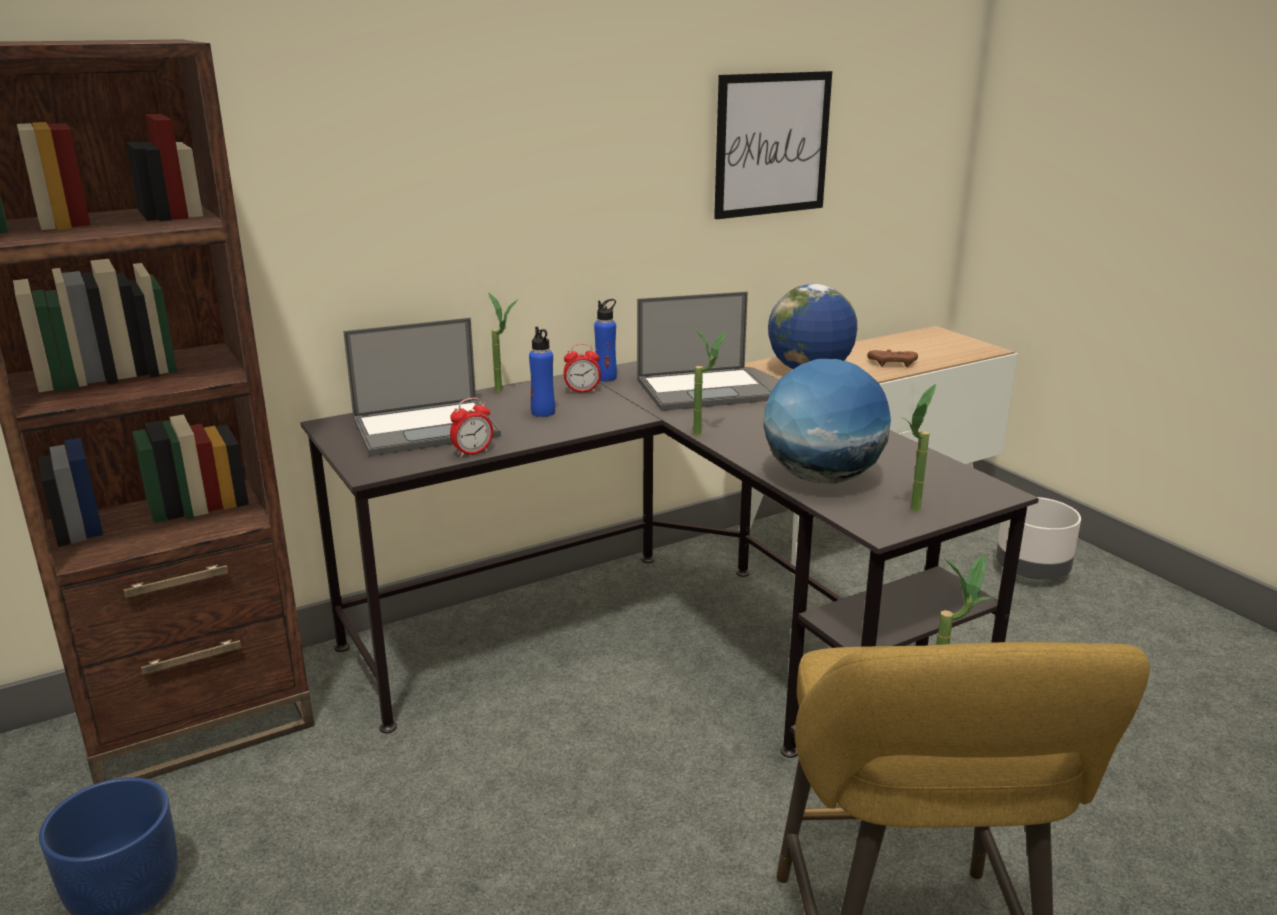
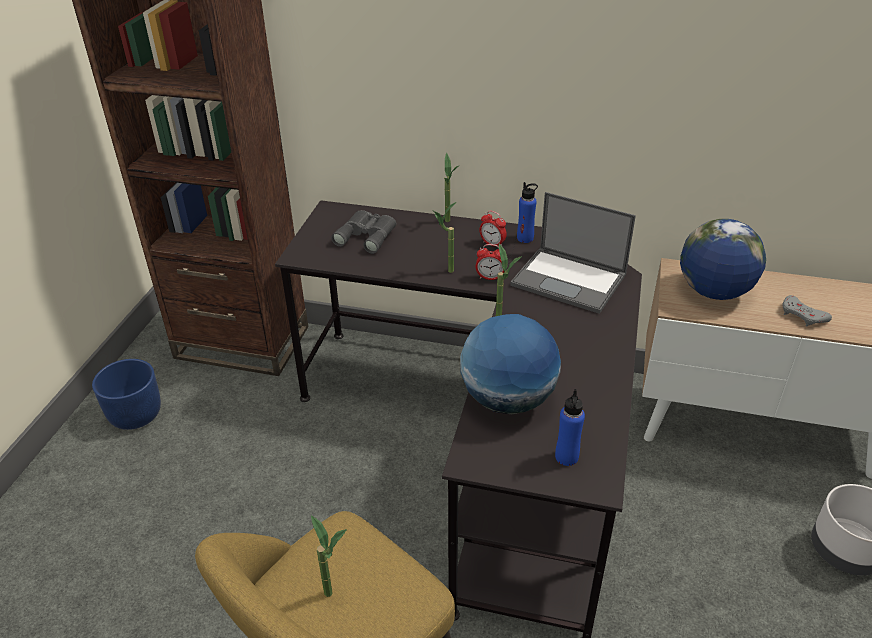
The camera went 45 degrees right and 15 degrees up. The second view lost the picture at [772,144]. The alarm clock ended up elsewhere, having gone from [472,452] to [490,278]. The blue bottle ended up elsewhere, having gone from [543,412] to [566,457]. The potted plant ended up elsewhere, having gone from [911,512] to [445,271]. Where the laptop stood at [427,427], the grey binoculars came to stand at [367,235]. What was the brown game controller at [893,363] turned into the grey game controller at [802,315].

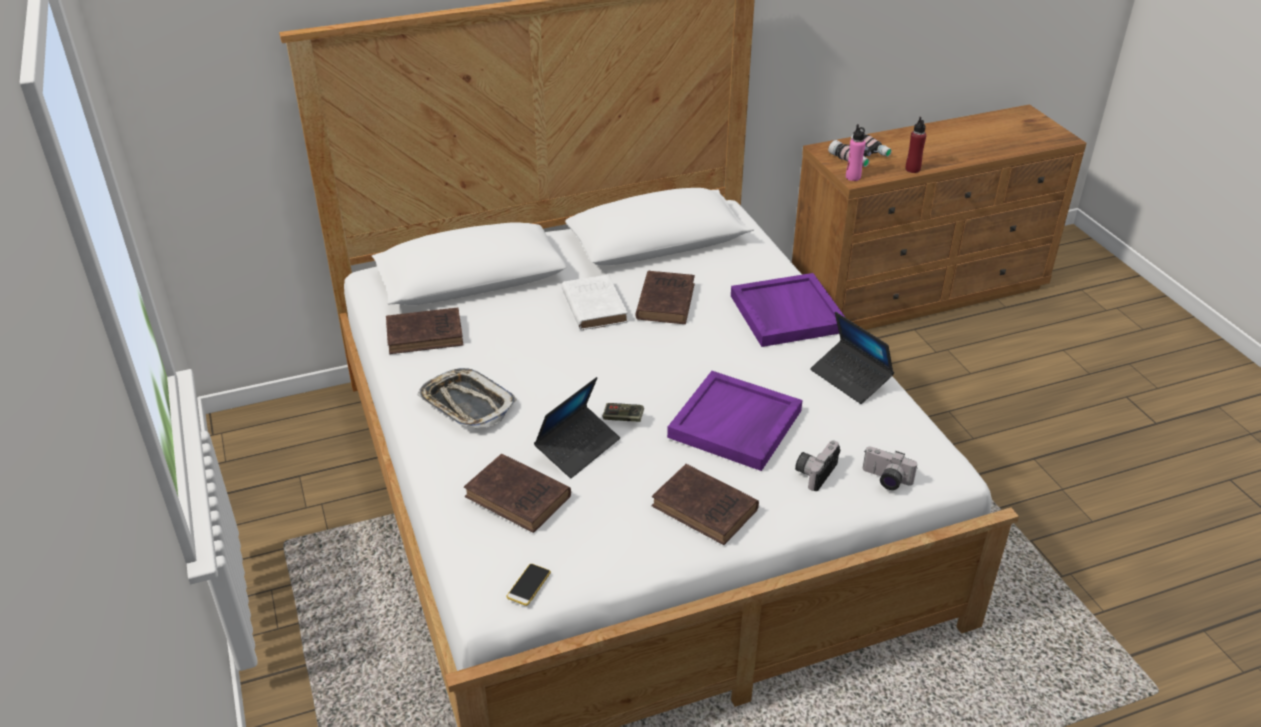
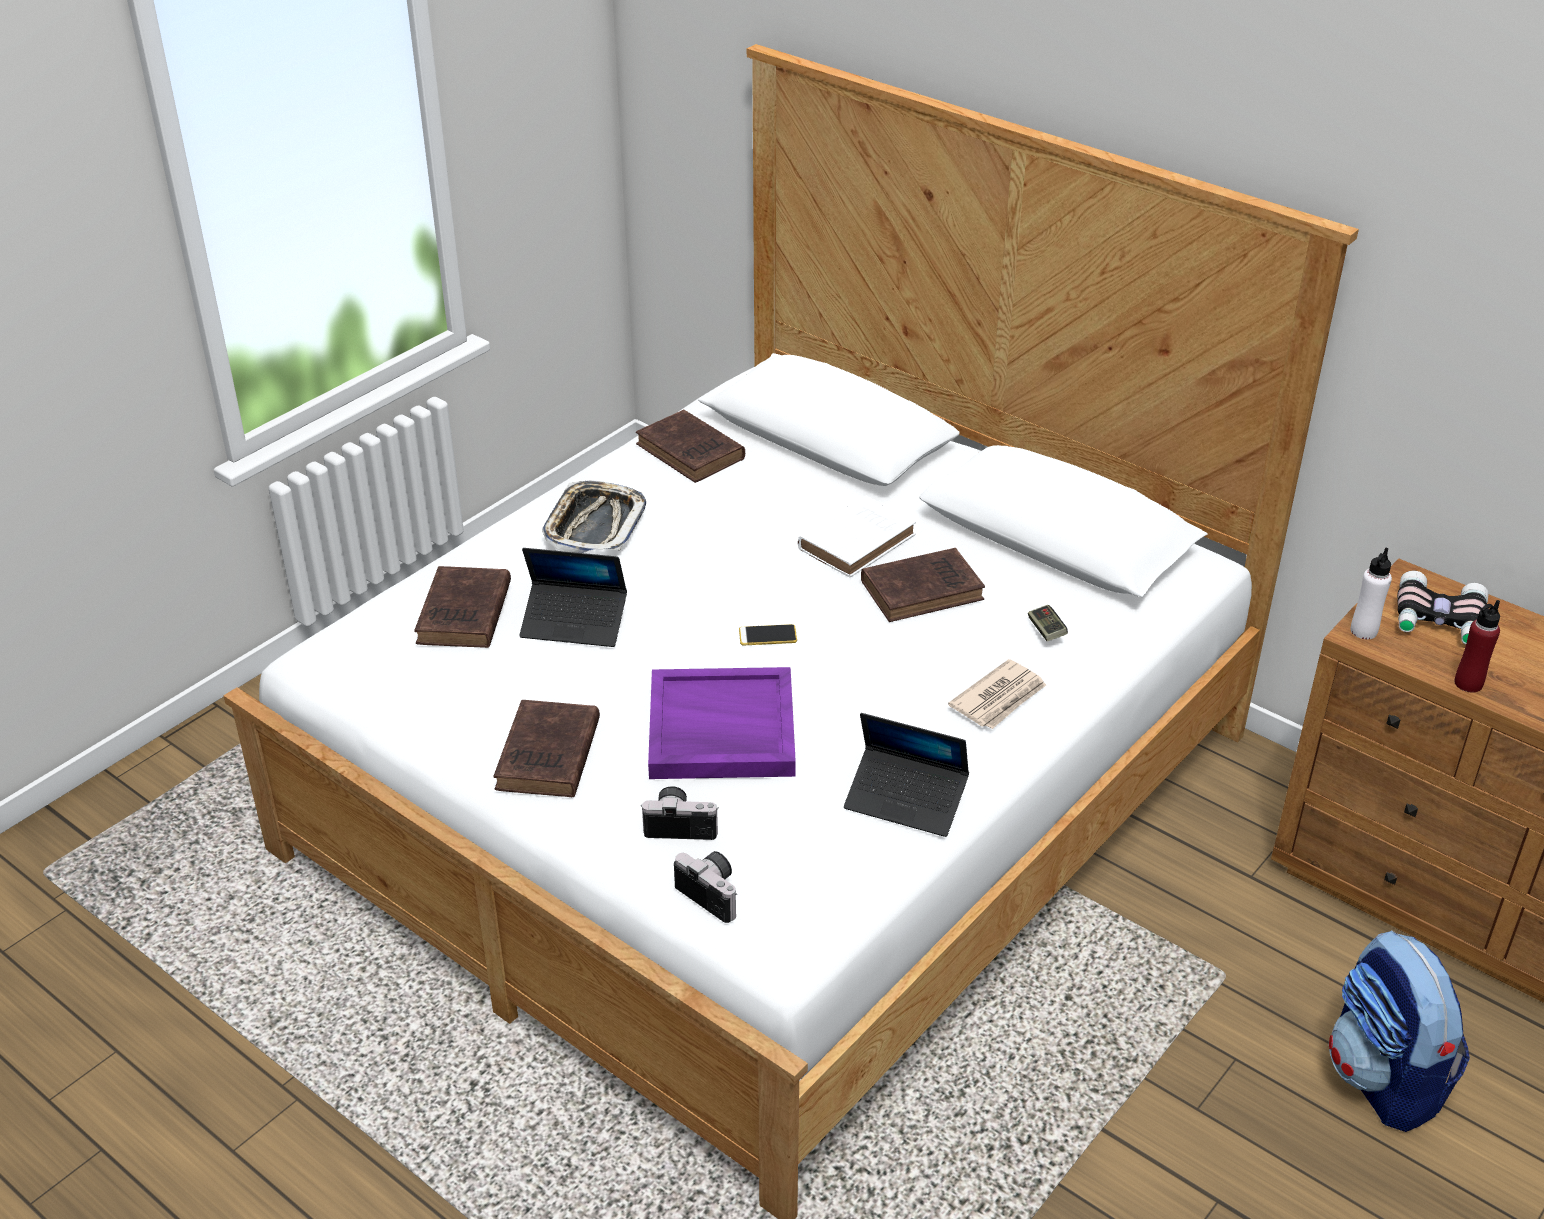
The camera went 60 degrees right and 0 degrees up. The second view gained the backpack at [1384,1080]. The phone ended up elsewhere, having gone from [528,585] to [767,636]. The game controller ended up elsewhere, having gone from [623,418] to [1046,630]. Where the purple tray stood at [786,313], the newspaper came to stand at [999,698]. What was the pink bottle at [853,177] turned into the white bottle at [1363,631]. The laptop at [850,378] ended up facing another way, 90 degrees counterclockwise from before. The photo camera at [885,480] ended up facing another way, 135 degrees clockwise from before.

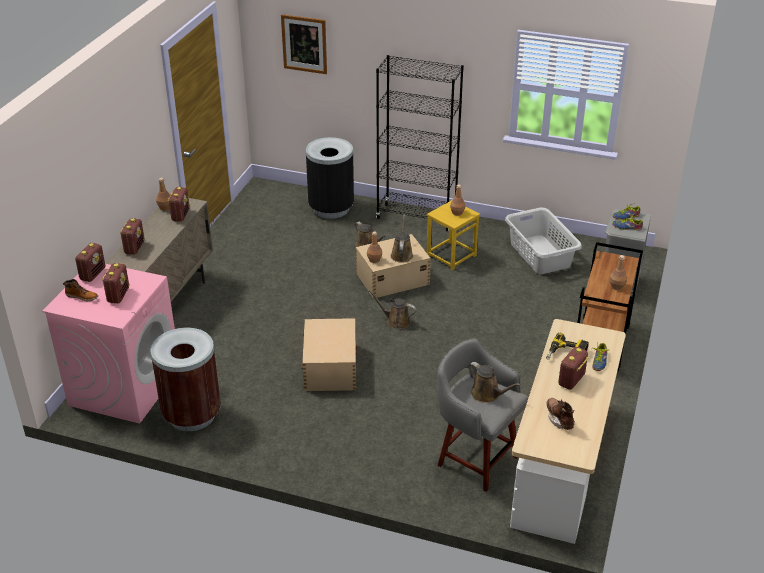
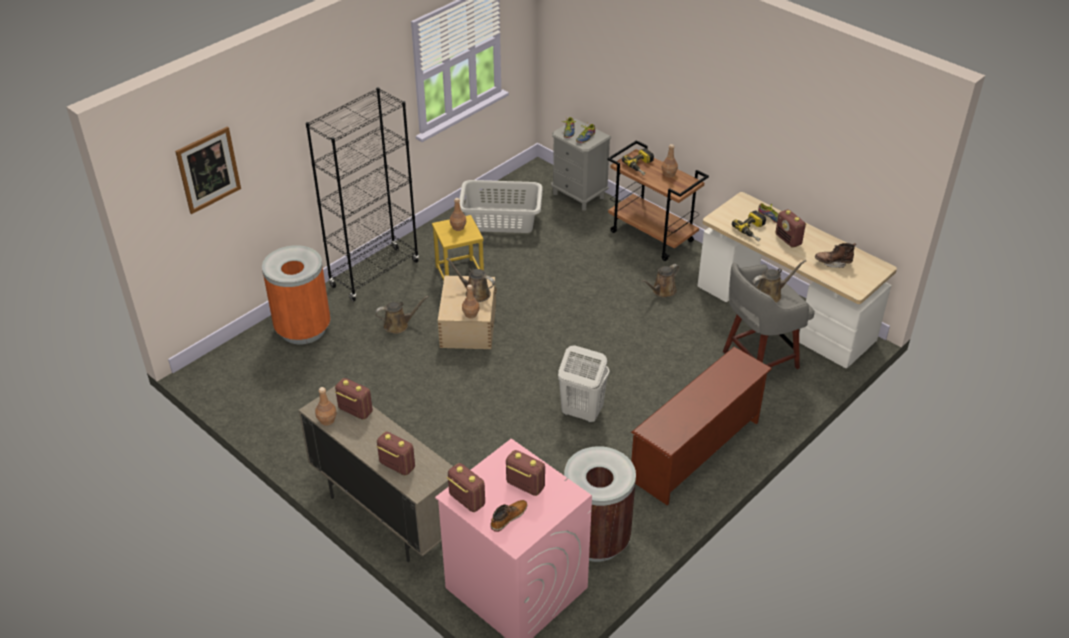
The camera went 65 degrees left and 5 degrees up. The second view gained the power drill at [641,166]. The second view gained the brown shoe rack at [697,452]. The brown watering can ended up elsewhere, having gone from [396,321] to [662,291]. Where the beige storage box stood at [330,367], the white laundry basket came to stand at [581,412]. What was the black trash can at [331,208] turned into the orange trash can at [303,329].

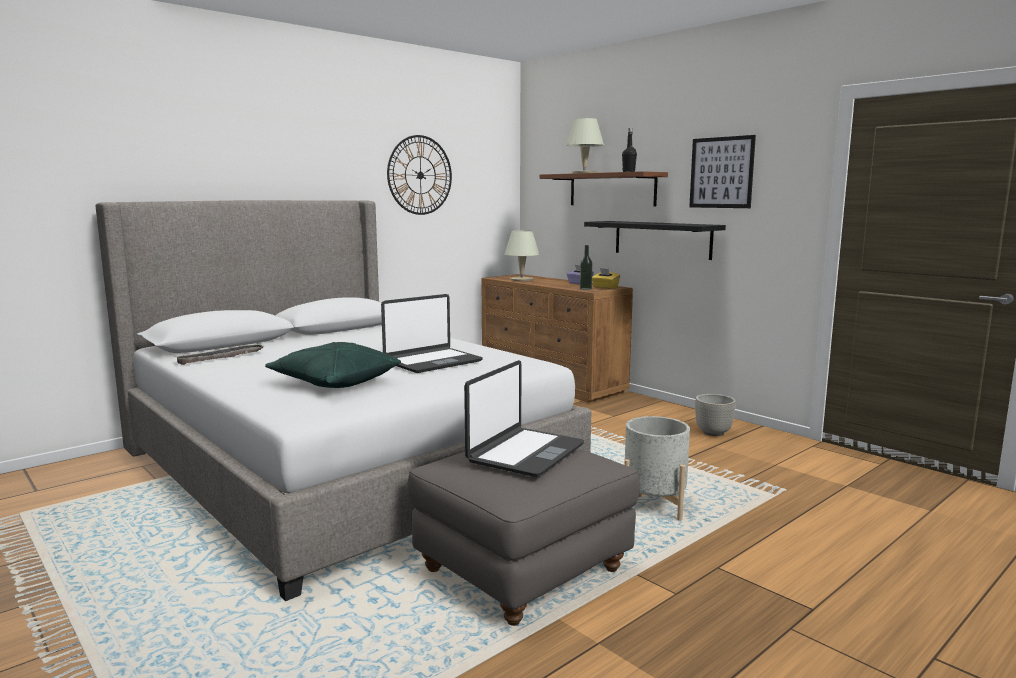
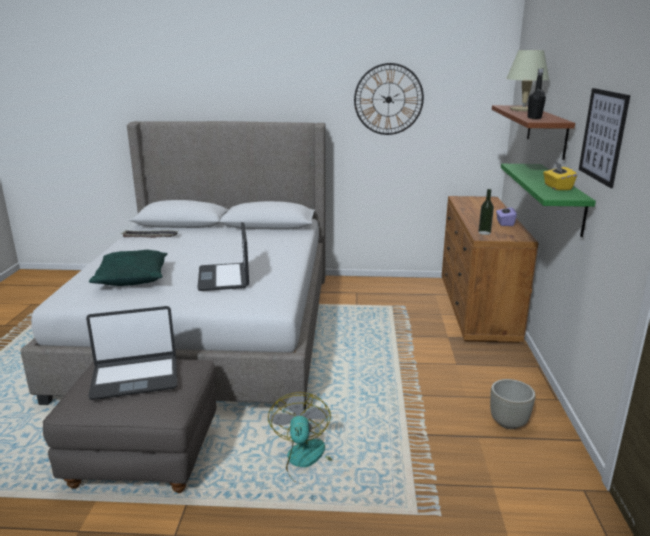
The camera went 45 degrees right and 10 degrees up. The second view lost the beige table lamp at [521,279]. The yellow tissue box ended up elsewhere, having gone from [605,288] to [557,187]. Where the grey planter stood at [654,506], the fan came to stand at [307,461]. What was the black shelf at [662,239] turned into the green shelf at [562,198]. The laptop at [432,362] ended up facing another way, 75 degrees clockwise from before.

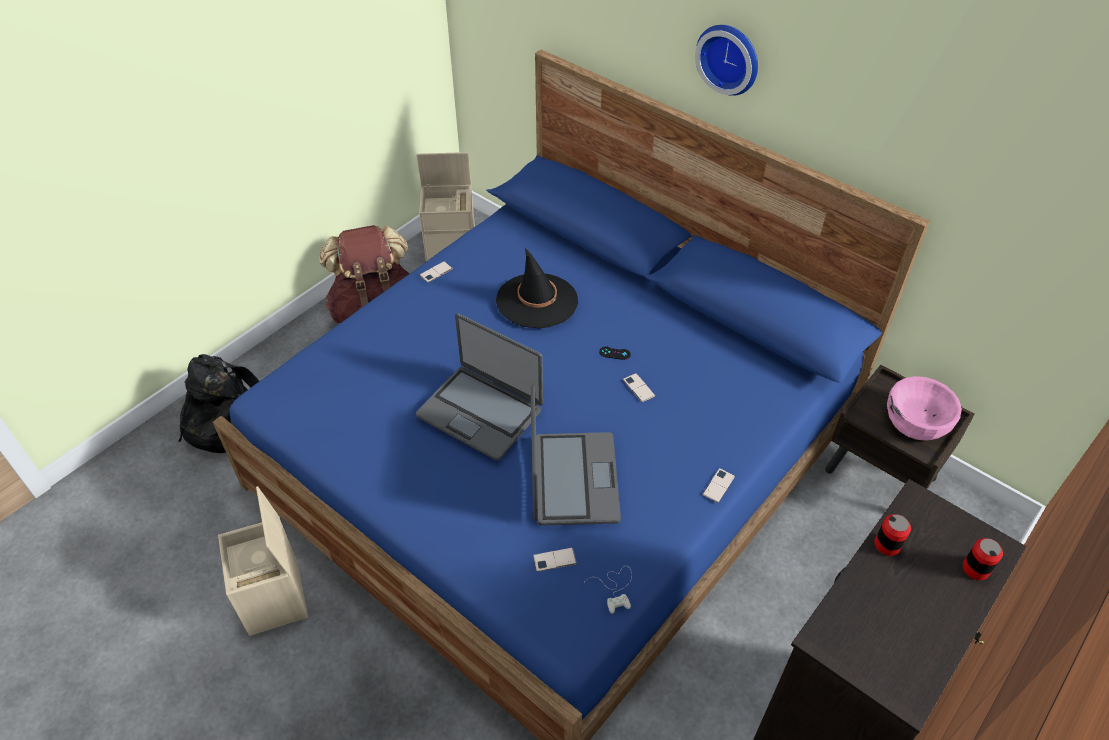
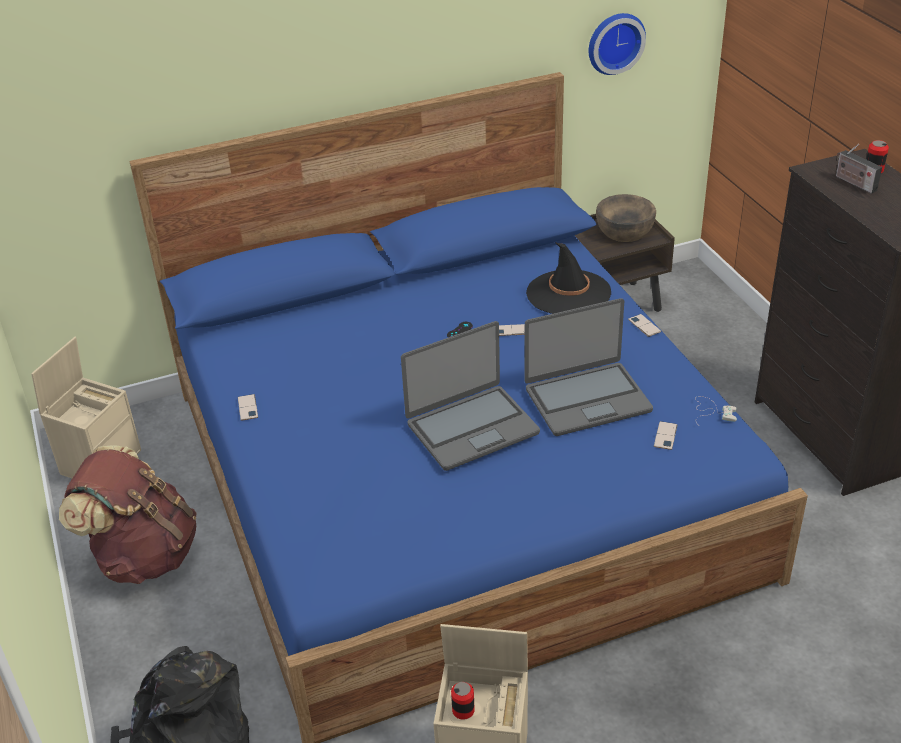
The camera went 60 degrees left and 10 degrees down. The second view gained the radio at [853,183]. The black hat ended up elsewhere, having gone from [537,301] to [568,293]. The wall clock ended up elsewhere, having gone from [730,58] to [614,42]. The can ended up elsewhere, having gone from [887,545] to [463,710]. What was the pink bowl at [916,421] turned into the brown bowl at [625,230]. The laptop at [573,479] ended up facing another way, 135 degrees clockwise from before.

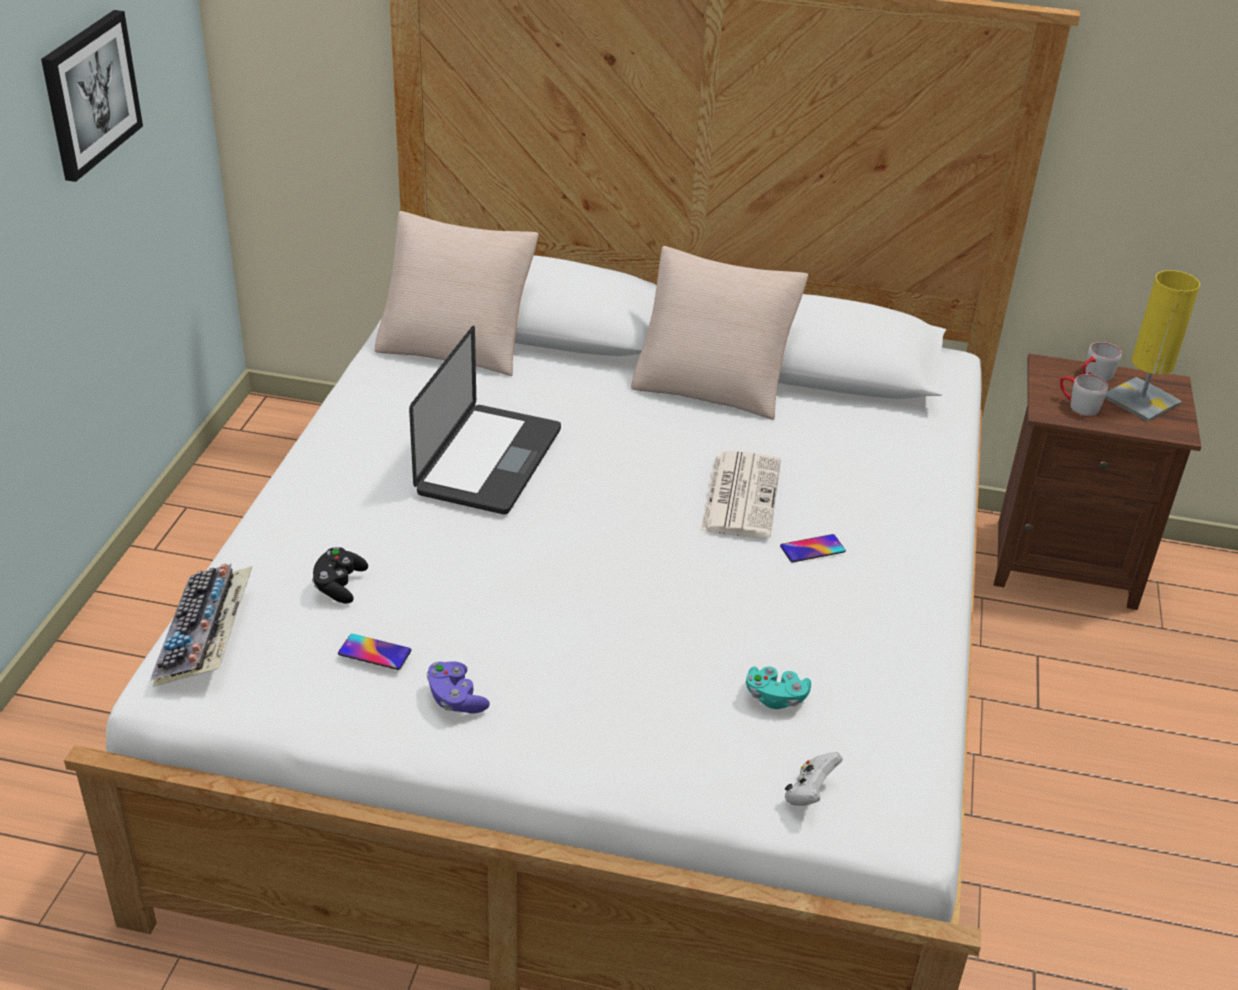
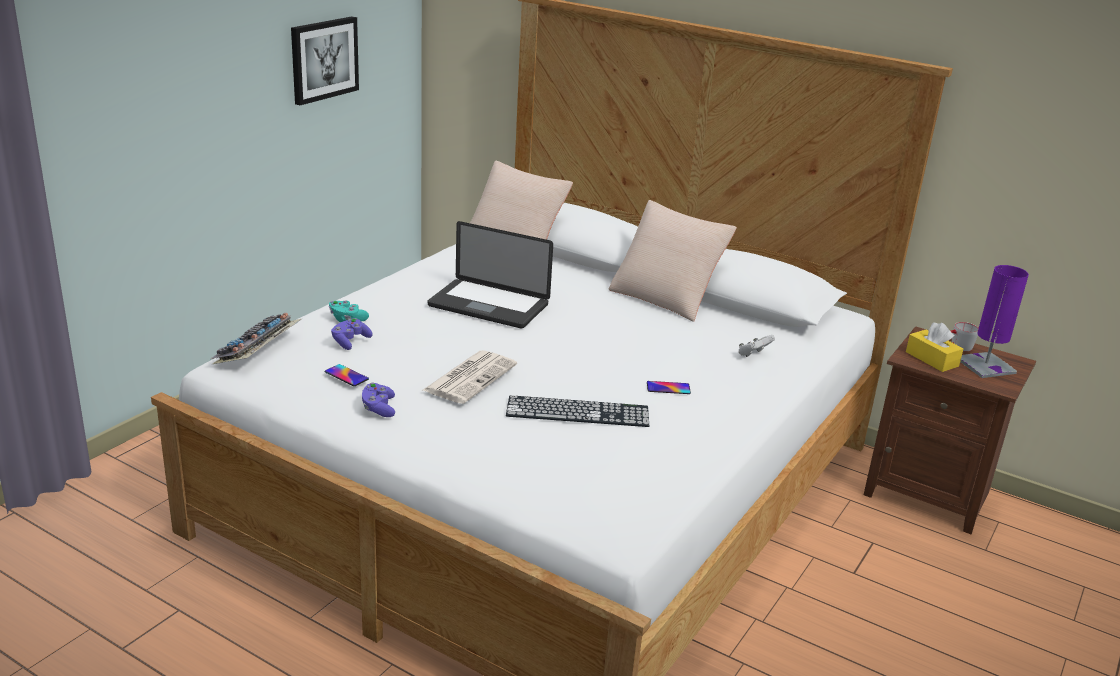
The camera went 20 degrees right and 10 degrees down. The second view gained the keyboard at [578,412]. The newspaper ended up elsewhere, having gone from [740,495] to [470,377]. The turquoise game controller ended up elsewhere, having gone from [775,697] to [347,319]. The white game controller ended up elsewhere, having gone from [809,793] to [753,354]. Where the grey mug stood at [1077,405], the yellow tissue box came to stand at [931,359]. What was the black game controller at [339,585] turned into the purple game controller at [350,341]. What was the yellow table lamp at [1141,400] turned into the purple table lamp at [985,366]. The laptop at [489,461] ended up facing another way, 75 degrees clockwise from before.

